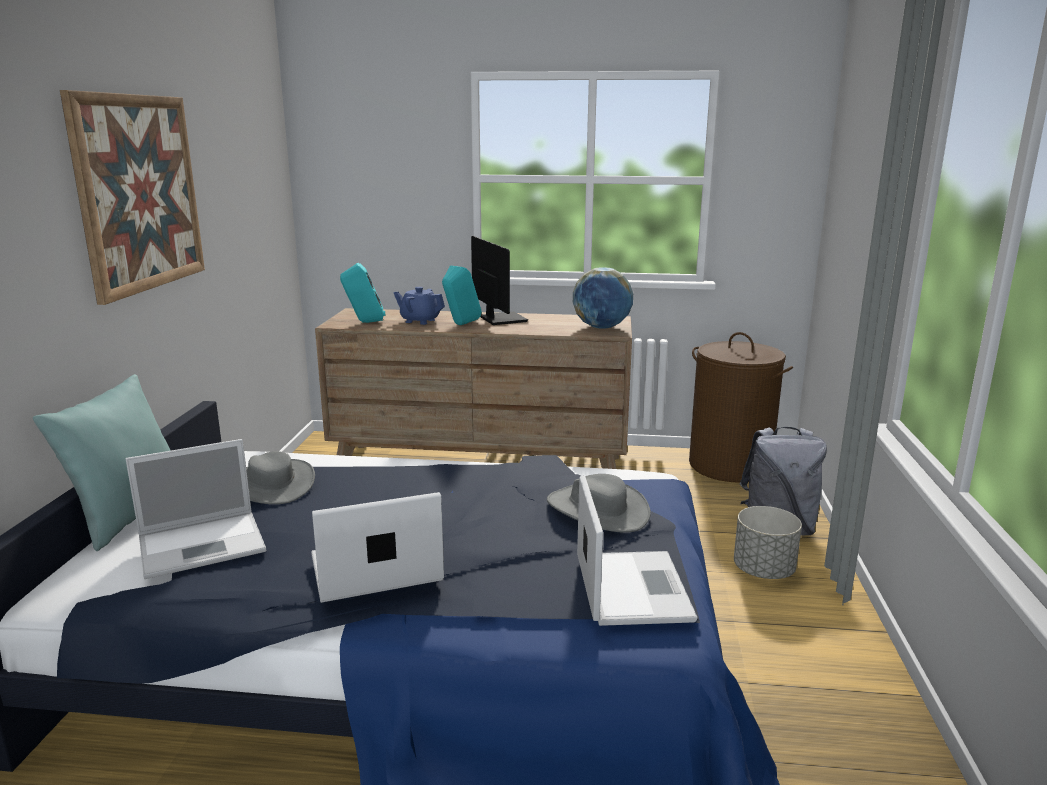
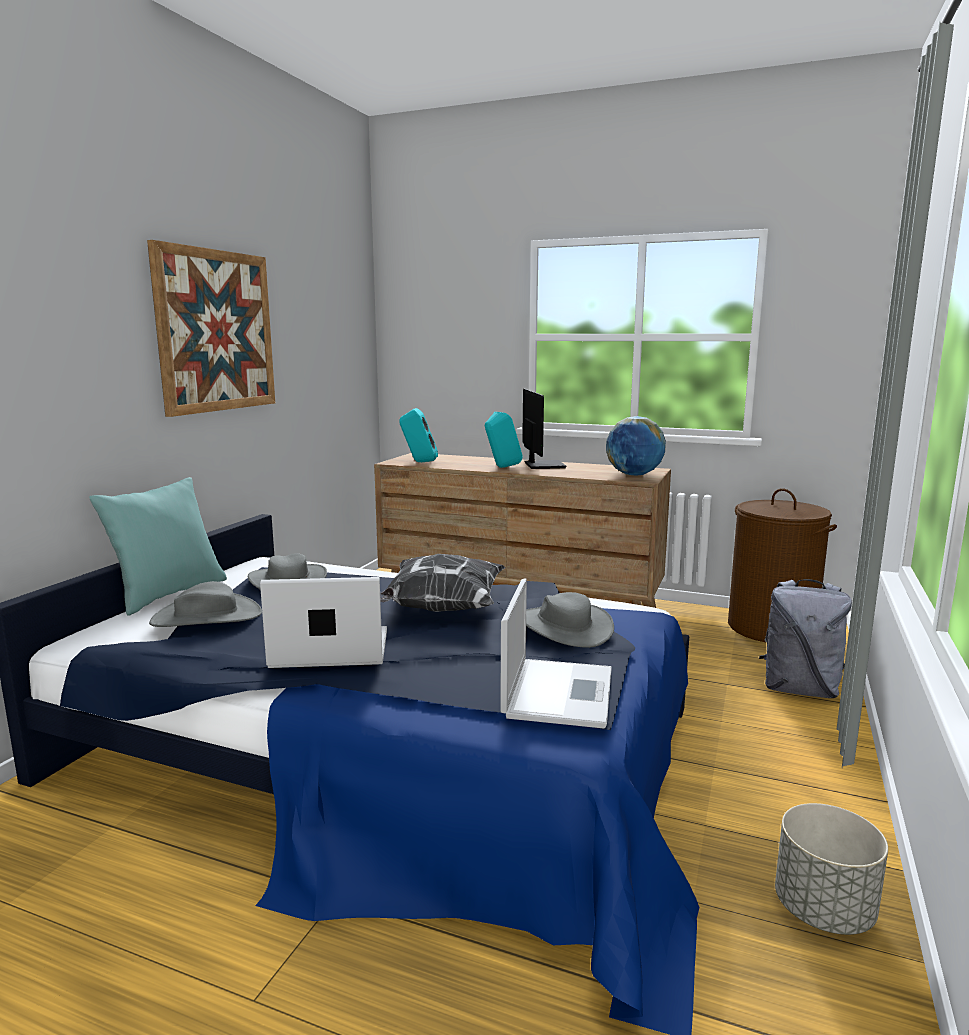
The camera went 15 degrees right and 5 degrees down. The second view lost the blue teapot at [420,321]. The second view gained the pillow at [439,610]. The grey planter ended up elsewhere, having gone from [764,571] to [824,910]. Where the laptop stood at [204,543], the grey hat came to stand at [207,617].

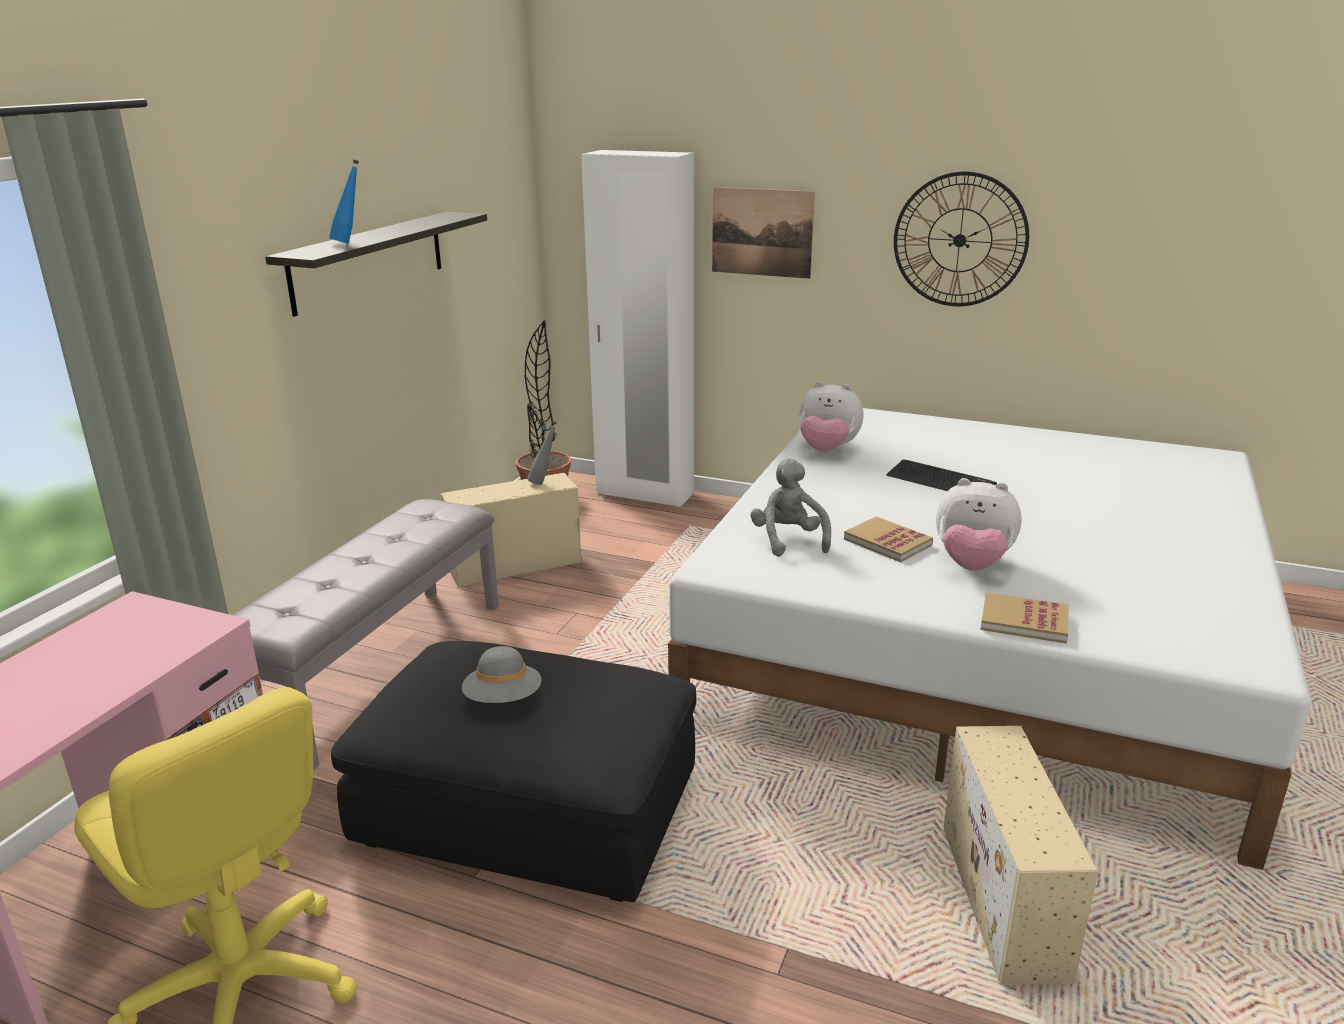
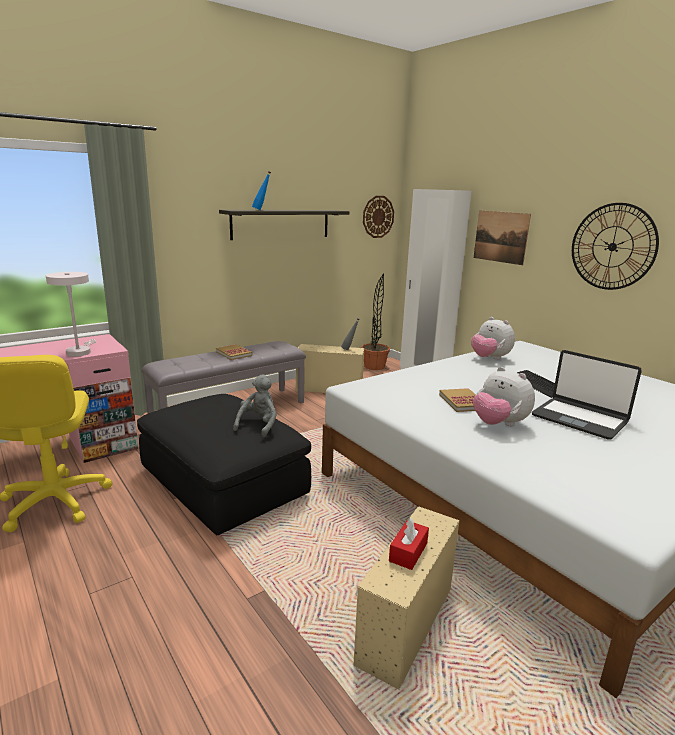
The camera went 30 degrees right and 5 degrees down. The second view lost the grey hat at [503,700]. The second view gained the white table lamp at [79,351]. The second view gained the wall clock at [378,217]. The second view gained the red tissue box at [408,552]. The second view gained the laptop at [579,419]. The grey plush toy ended up elsewhere, having gone from [788,540] to [258,425]. The book ended up elsewhere, having gone from [1024,621] to [234,353].

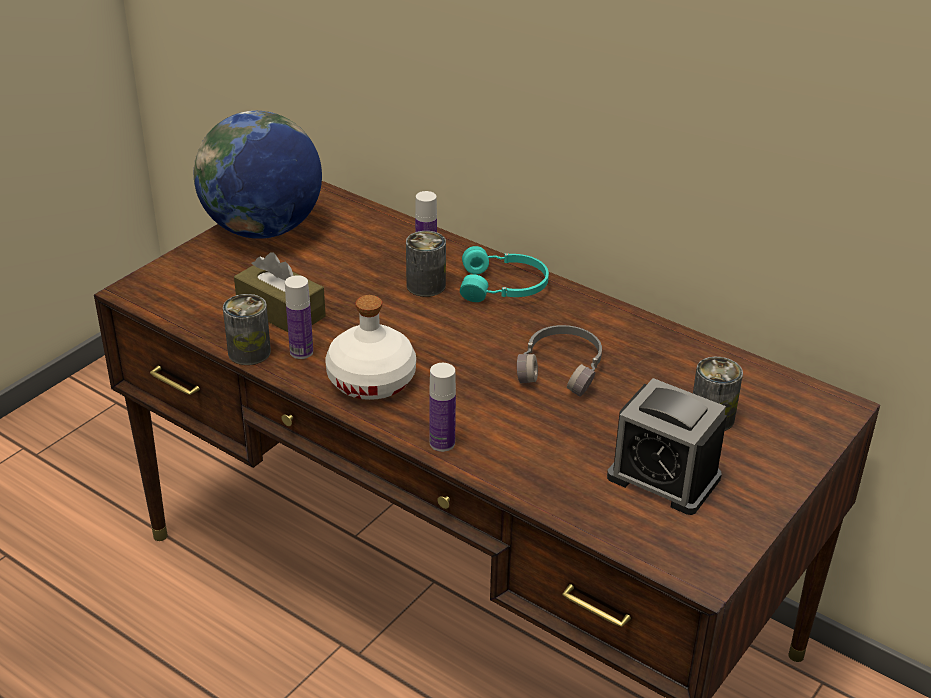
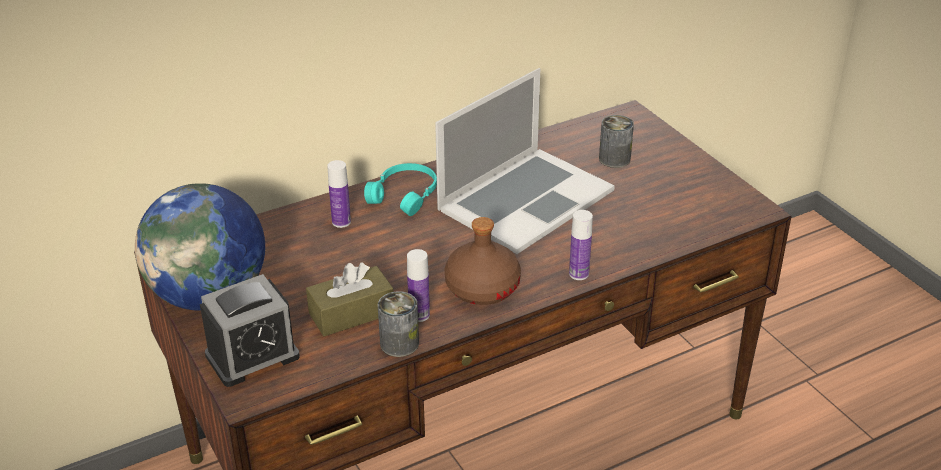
The camera went 65 degrees left and 0 degrees up. The second view lost the can at [426,285]. The alarm clock ended up elsewhere, having gone from [663,477] to [252,356]. Where the grey headphones stood at [562,368], the laptop came to stand at [525,199]. What was the white bottle at [372,380] turned into the brown bottle at [481,287].

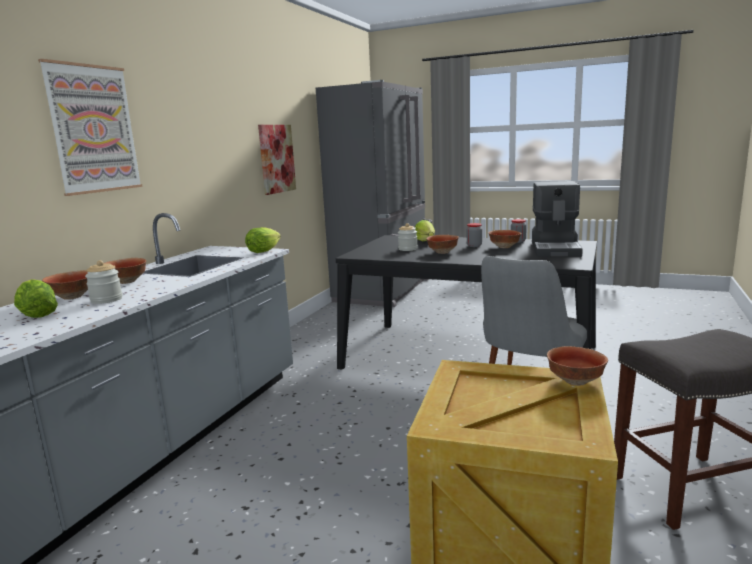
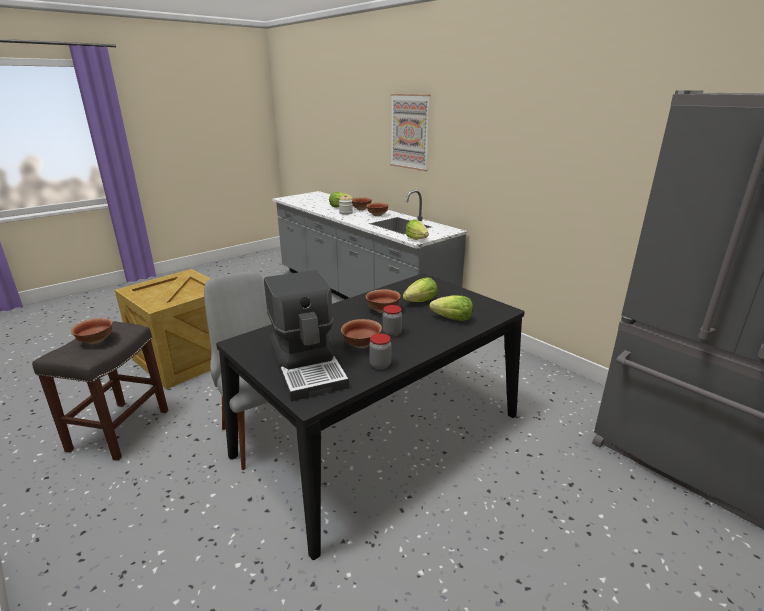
The camera went 115 degrees right and 10 degrees up. The second view lost the picture at [276,159]. The bowl ended up elsewhere, having gone from [575,381] to [96,341]. Where the jar stood at [408,249], the lettuce came to stand at [421,302]. The coffee machine at [556,248] ended up facing another way, 150 degrees counterclockwise from before.

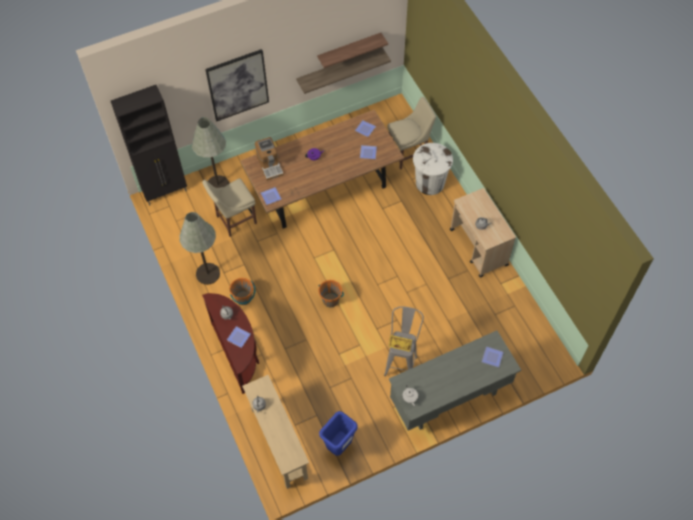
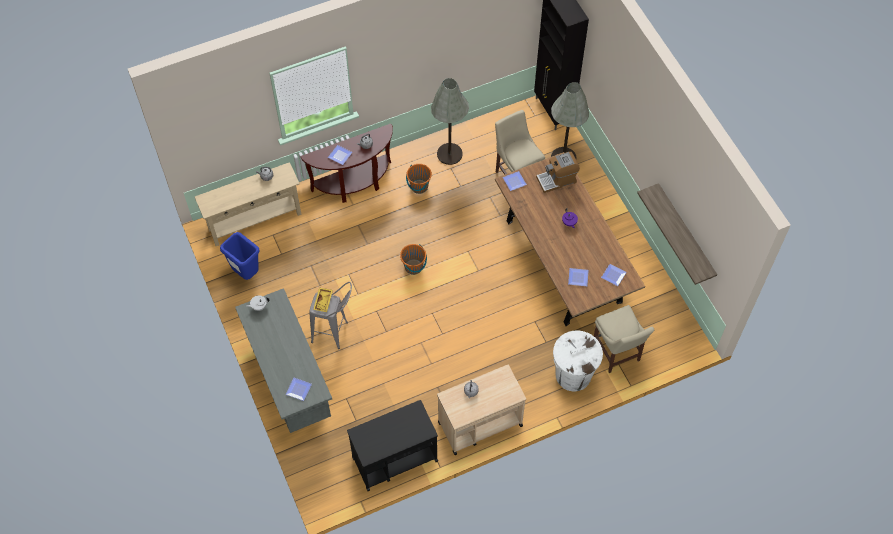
The camera went 90 degrees right and 0 degrees up. The second view lost the picture at [237,85]. The second view lost the shelf at [349,49]. The second view gained the black cart at [394,459].

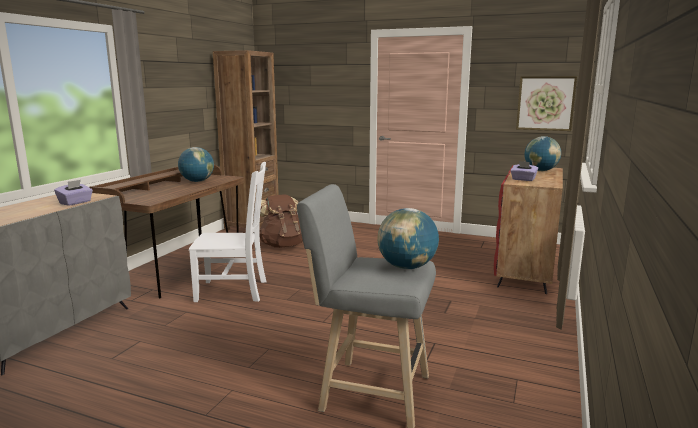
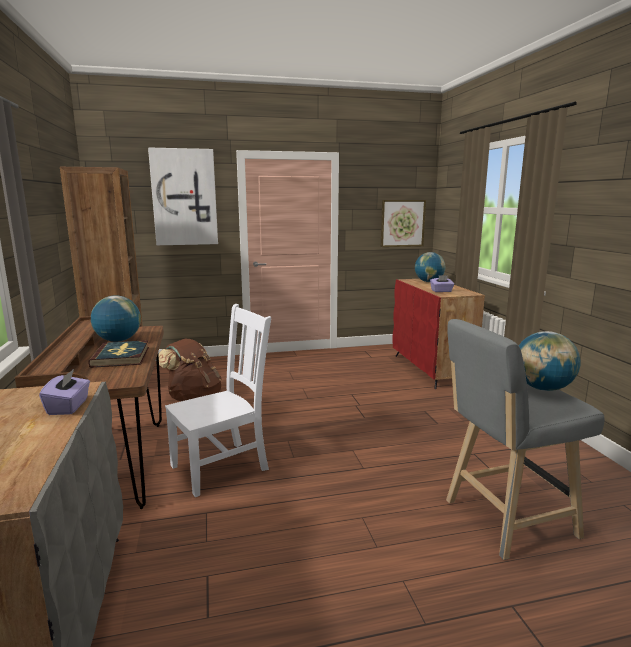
The camera went 35 degrees left and 0 degrees up. The second view gained the book at [121,357]. The second view gained the picture at [184,197].

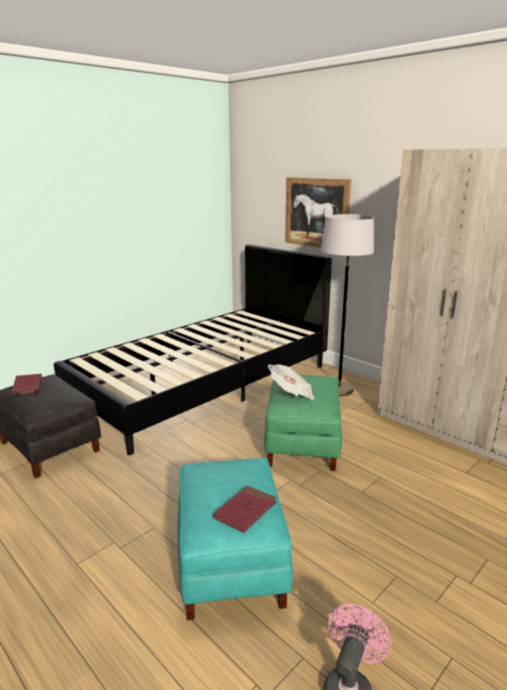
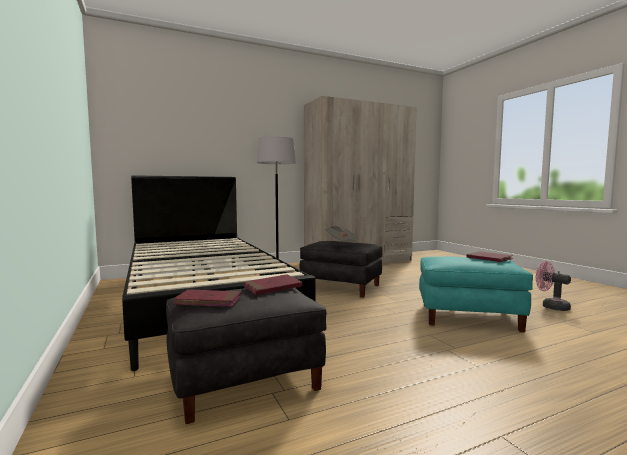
The camera went 70 degrees left and 15 degrees down. The second view lost the picture at [316,213]. The second view gained the red book at [272,287]. What was the green ottoman at [303,444] turned into the black ottoman at [341,287].

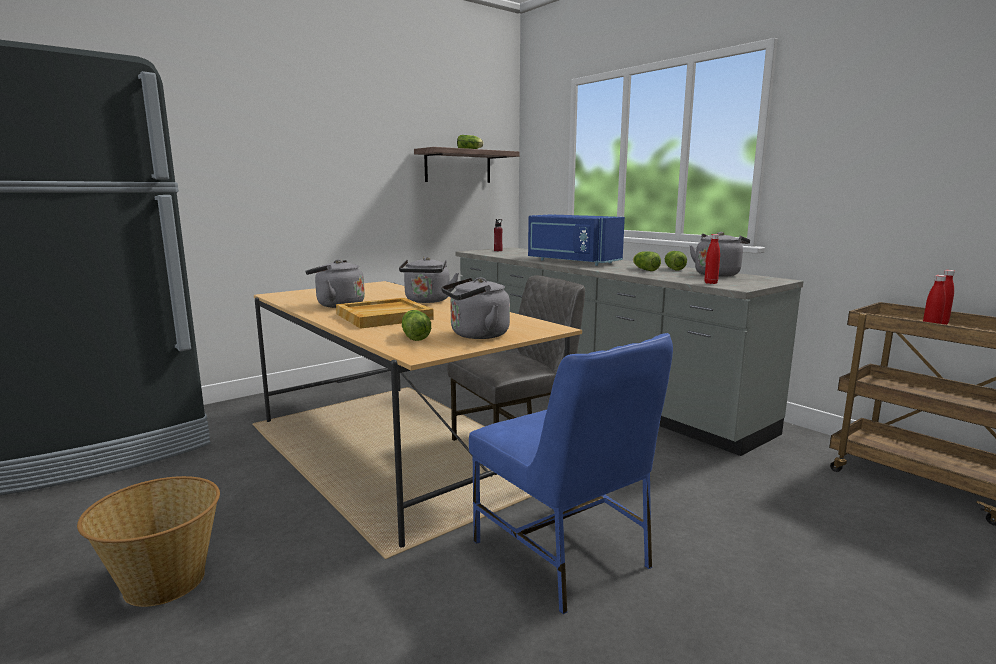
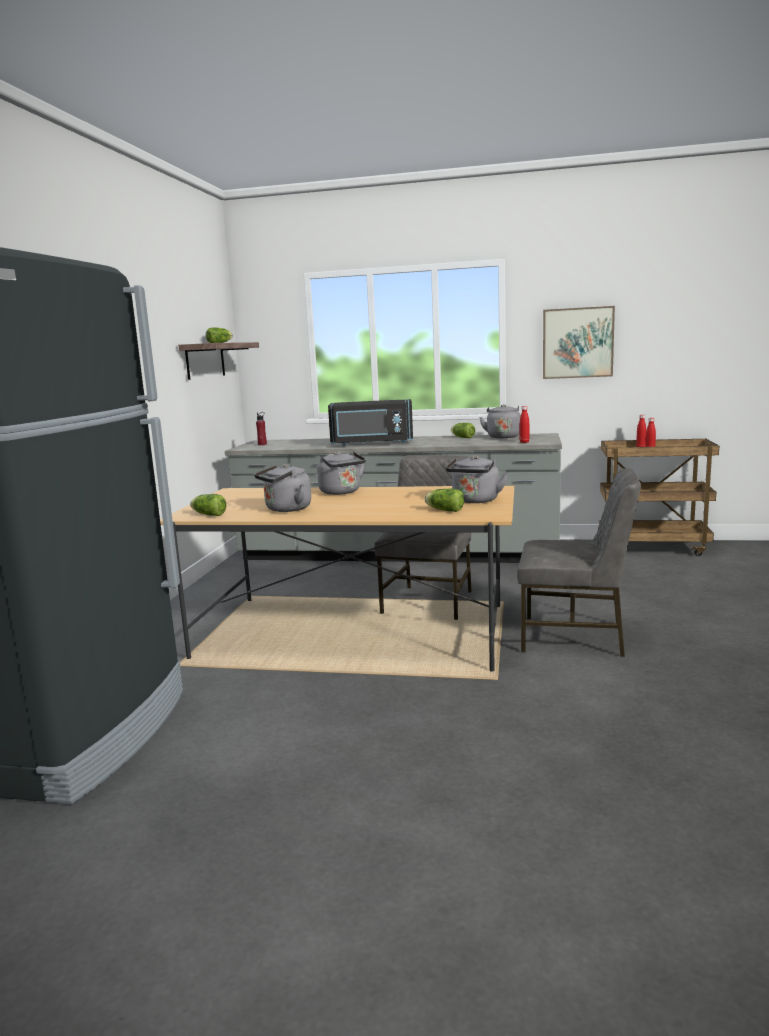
The camera went 40 degrees left and 0 degrees up. The second view lost the basket at [163,581]. The second view lost the beige tray at [384,316]. The second view gained the picture at [577,343]. The lettuce ended up elsewhere, having gone from [644,269] to [208,514]. What was the blue chair at [563,554] turned into the grey chair at [575,637]. What was the blue microwave at [571,262] turned into the black microwave at [372,443].

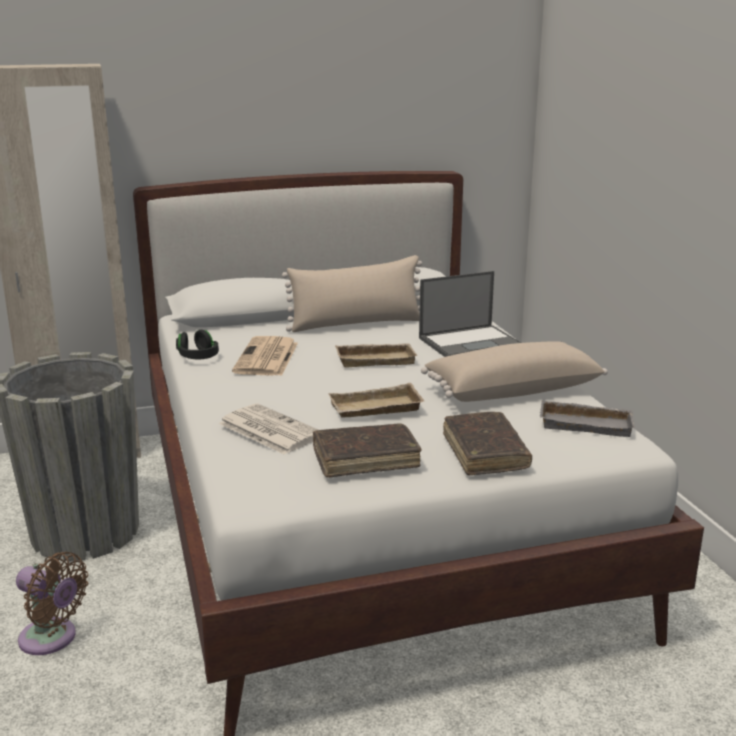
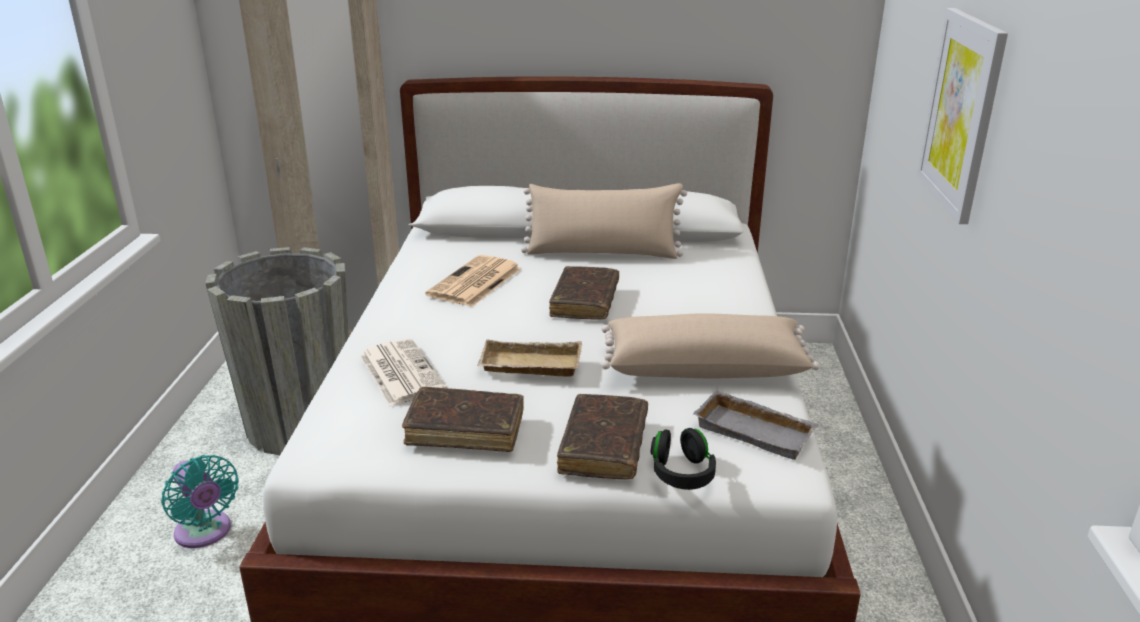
The camera went 20 degrees right and 5 degrees up. The second view lost the laptop at [471,342]. The second view gained the picture at [961,113]. The black headphones ended up elsewhere, having gone from [198,357] to [681,474]. Where the beige tray stood at [376,359], the brown book came to stand at [585,302]. What was the brown fan at [52,639] turned into the turquoise fan at [205,533].

